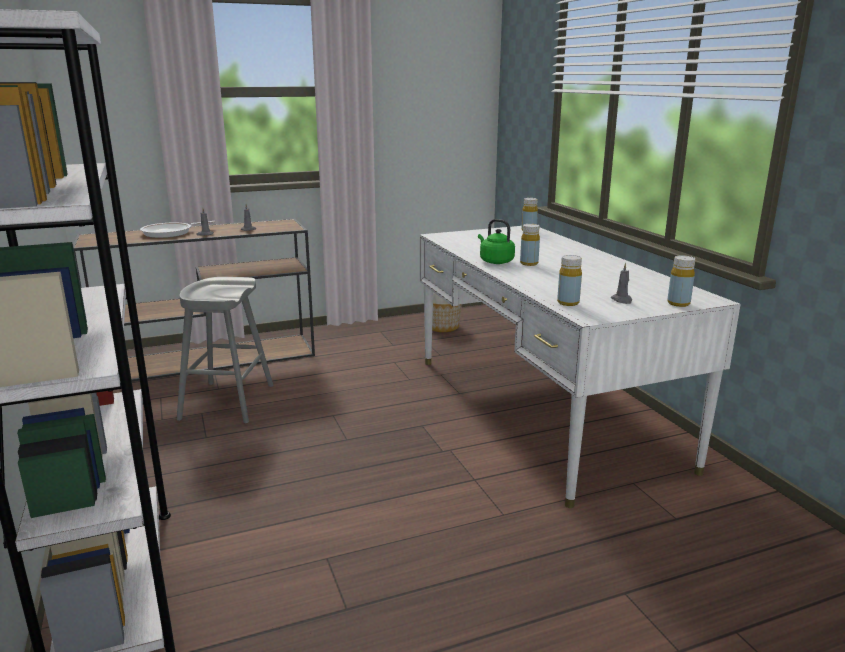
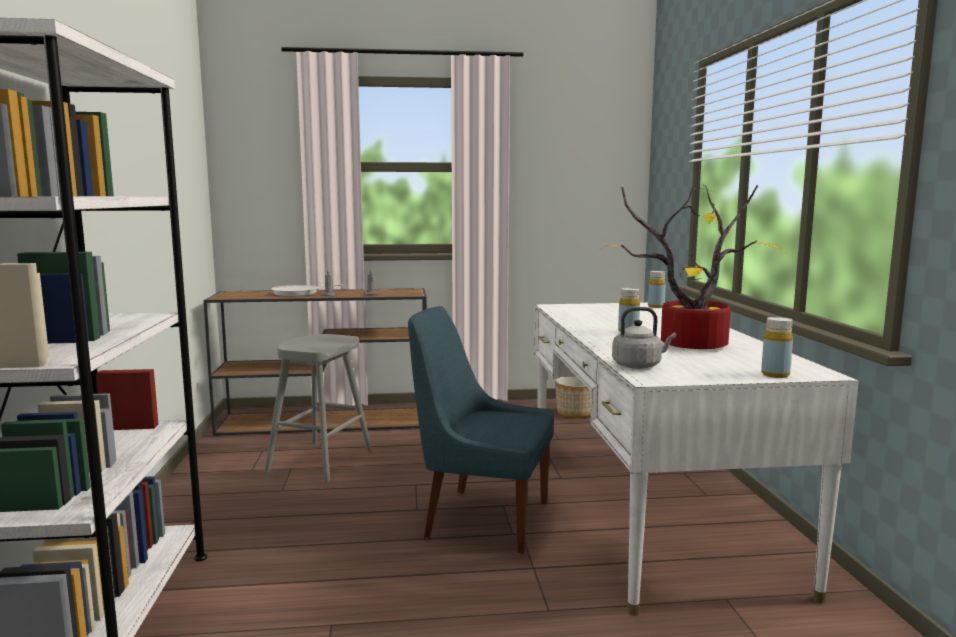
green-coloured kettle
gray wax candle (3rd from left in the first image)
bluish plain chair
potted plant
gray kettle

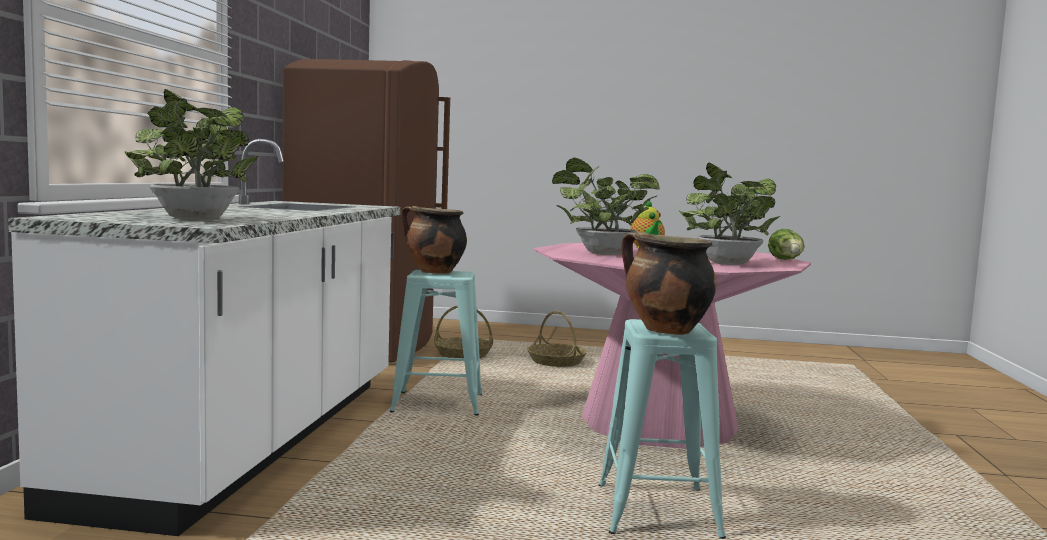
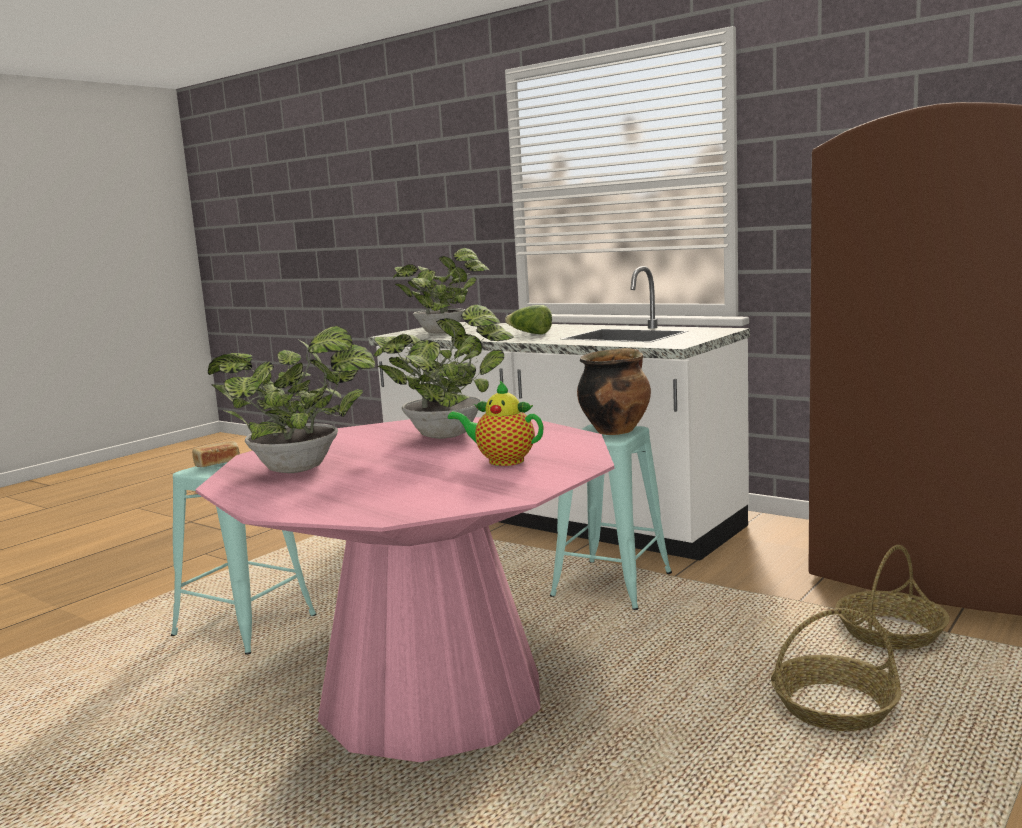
lettuce
bread

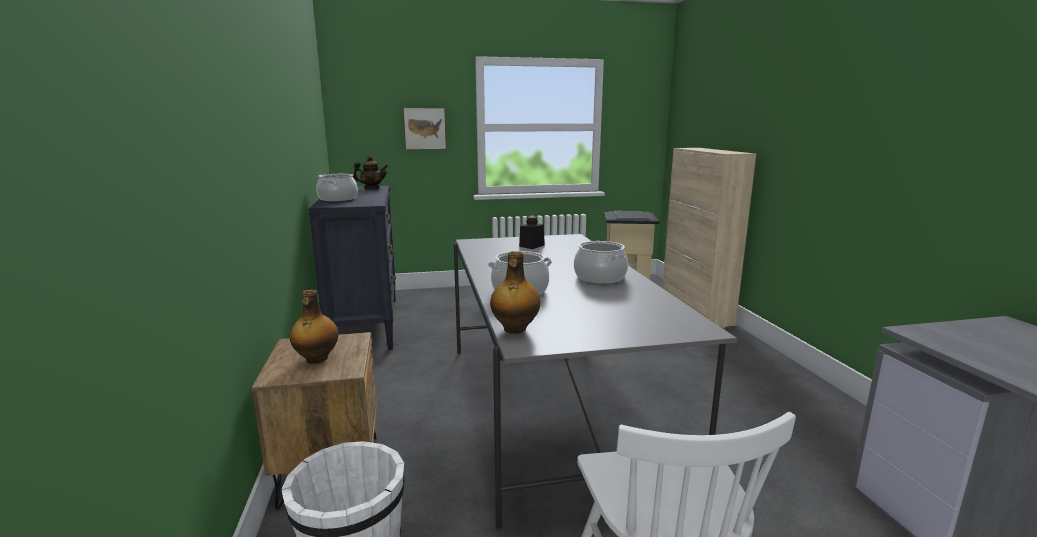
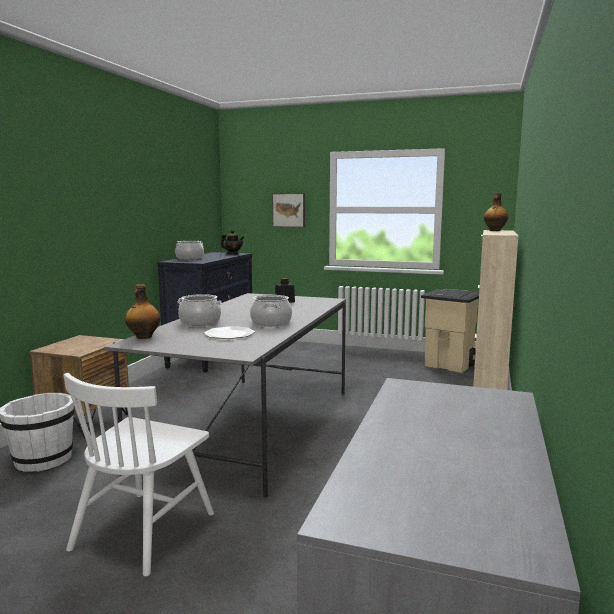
plate
bottle (2nd from left)

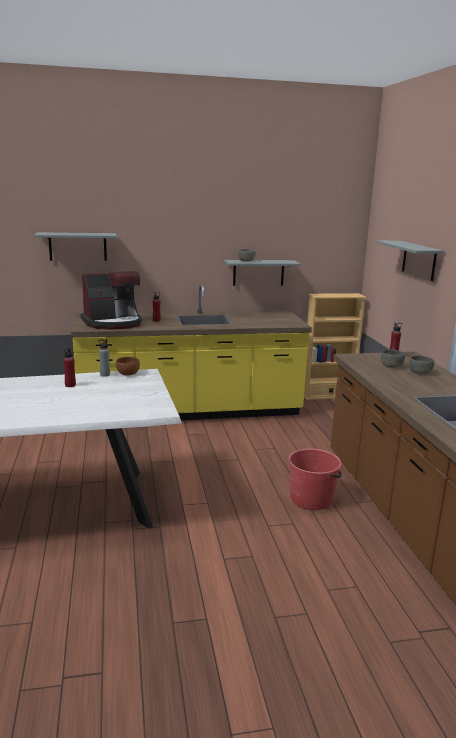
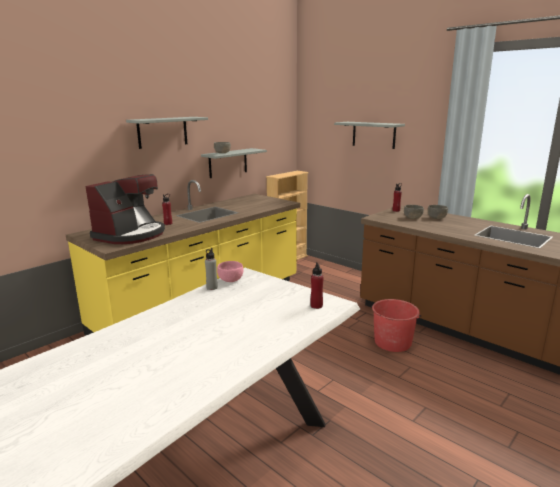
gray wall shelf (1st from left)
red bottle (2nd from left)
pinkish deep dish

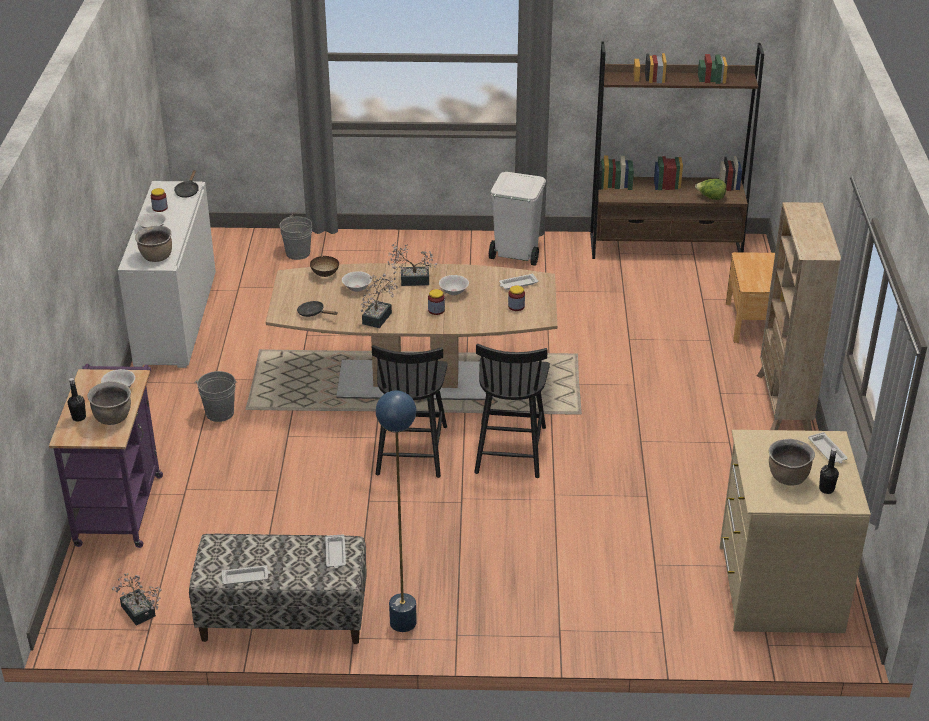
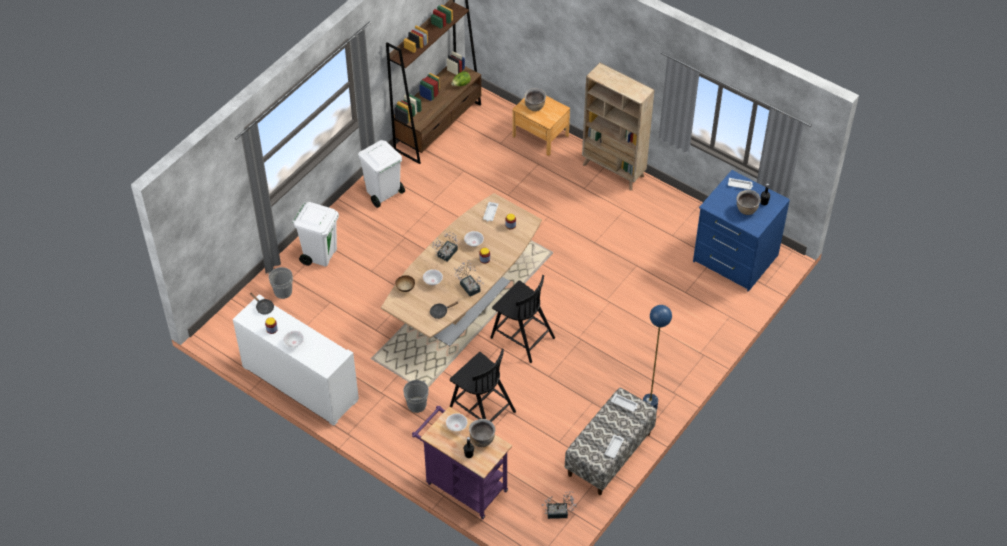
whitish trash can (1st from left)
brown-coloured saucepot (2nd from left)
black-coloured plain chair (1st from left)
bluish dresser

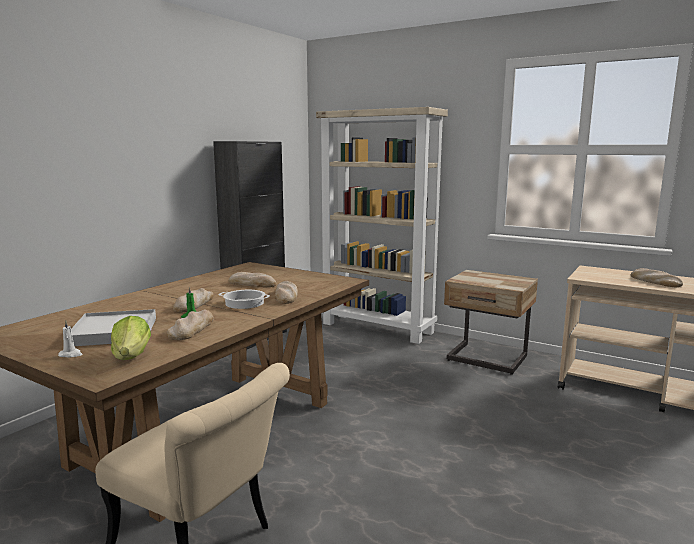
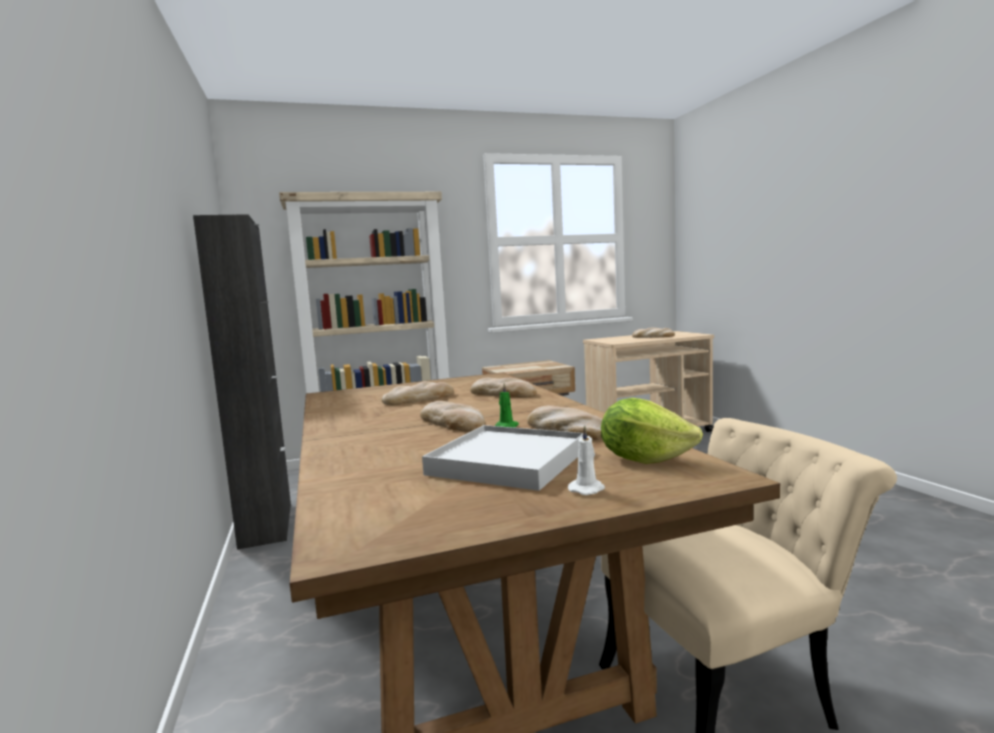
saucepot

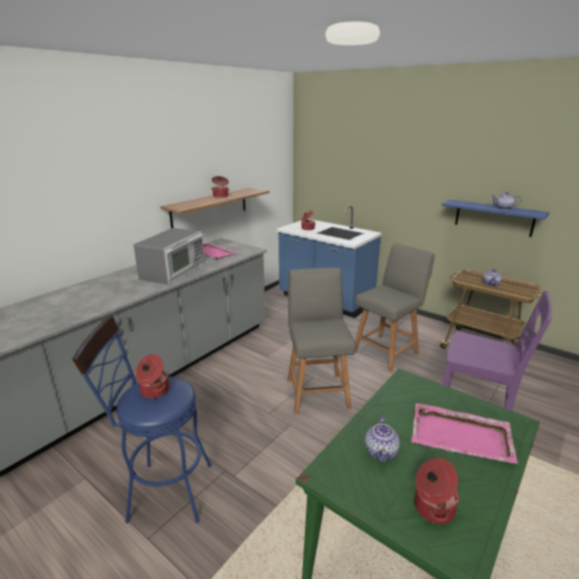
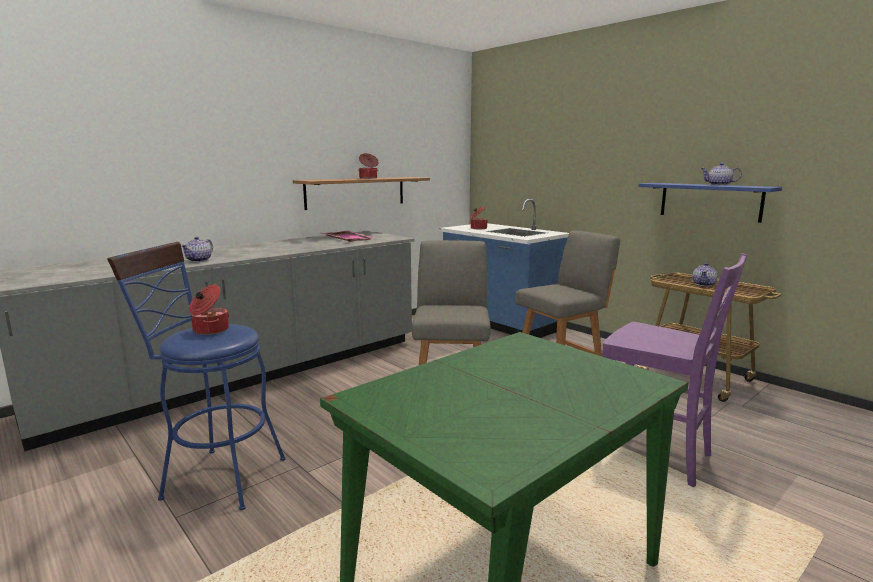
microwave oven
pinkish tray (2nd from left in the first image)
saucepot (4th from left in the first image)
pot for tea (1st from left)

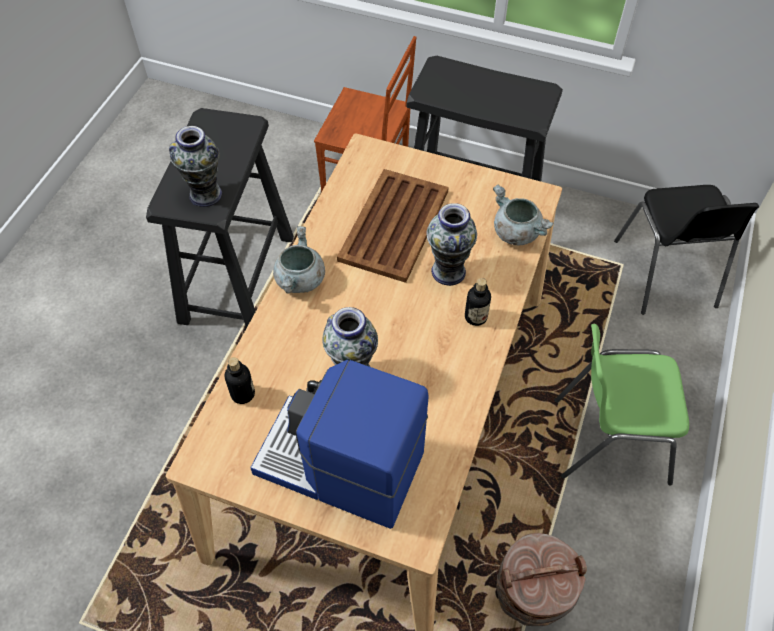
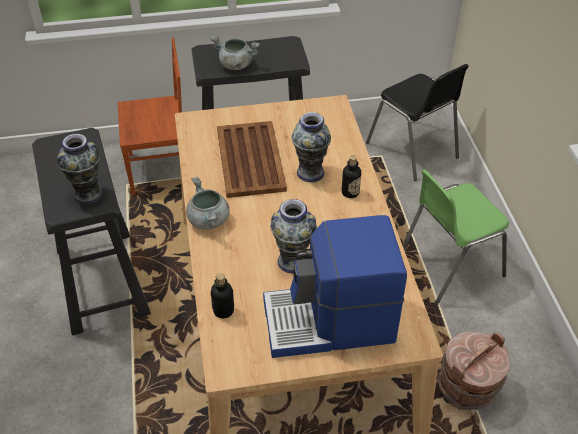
gray saucepot (2nd from left)

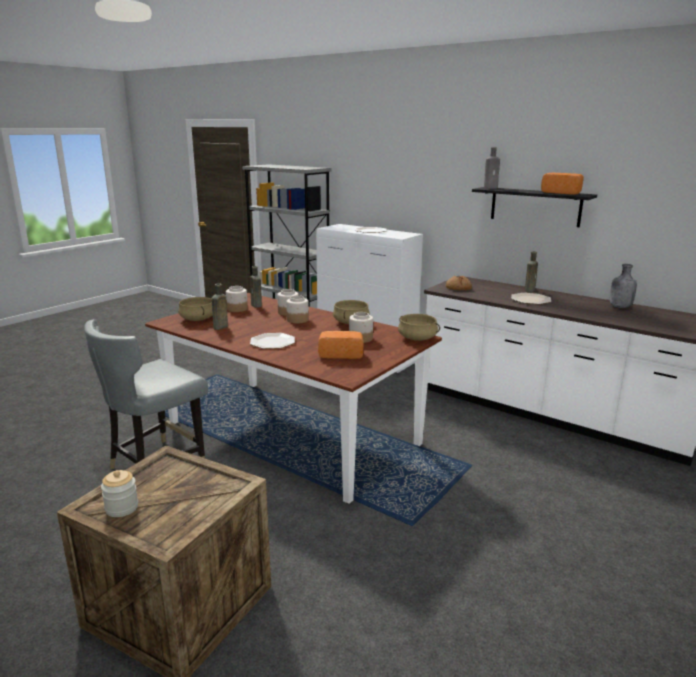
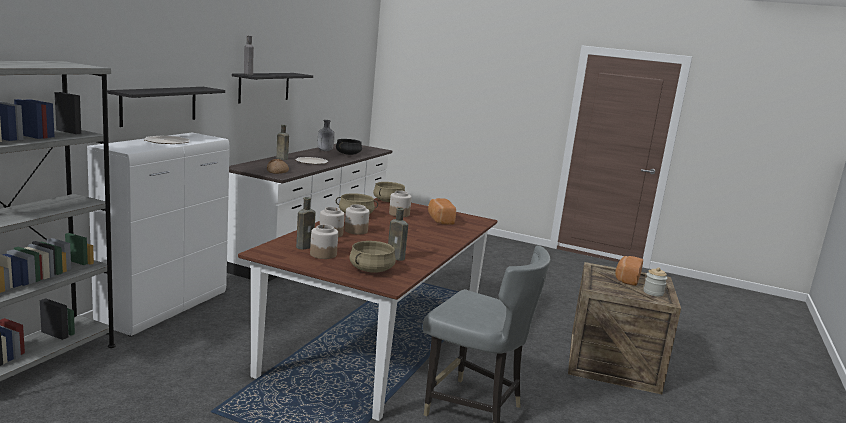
plate (1st from left in the first image)
black-coloured wall shelf (1st from left)
black-coloured saucepot
bread (3rd from left)

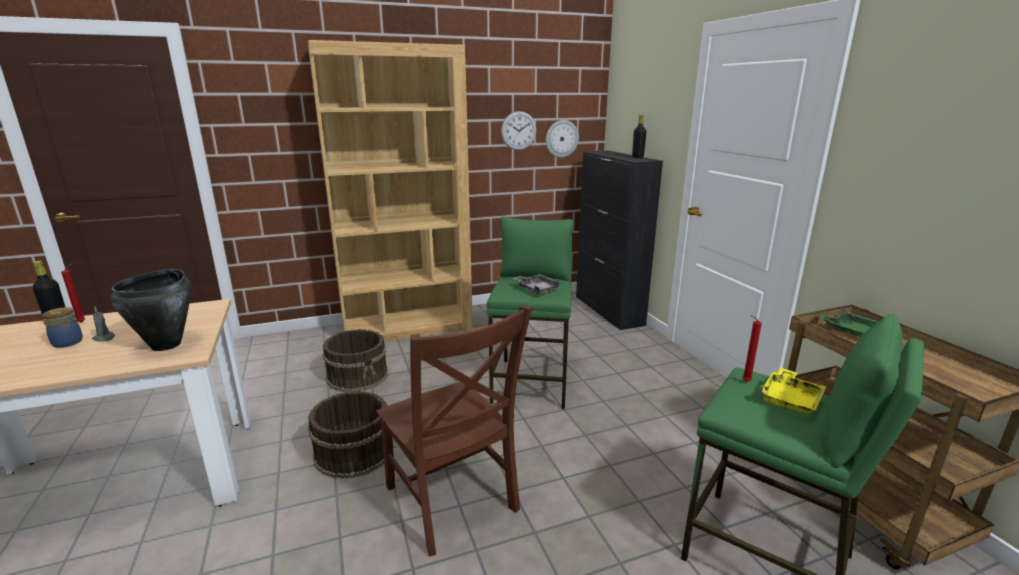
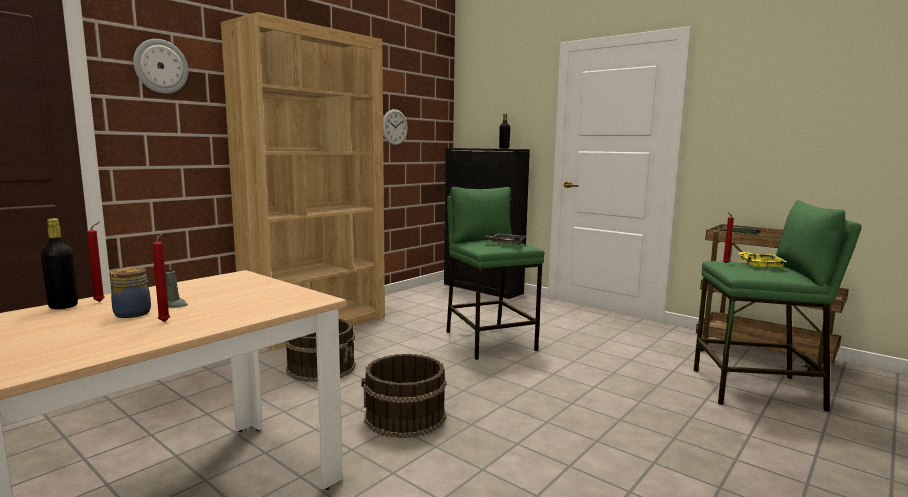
black-coloured saucepot
brown-coloured plain chair
red wax candle (2nd from left)
wall clock (1st from left)

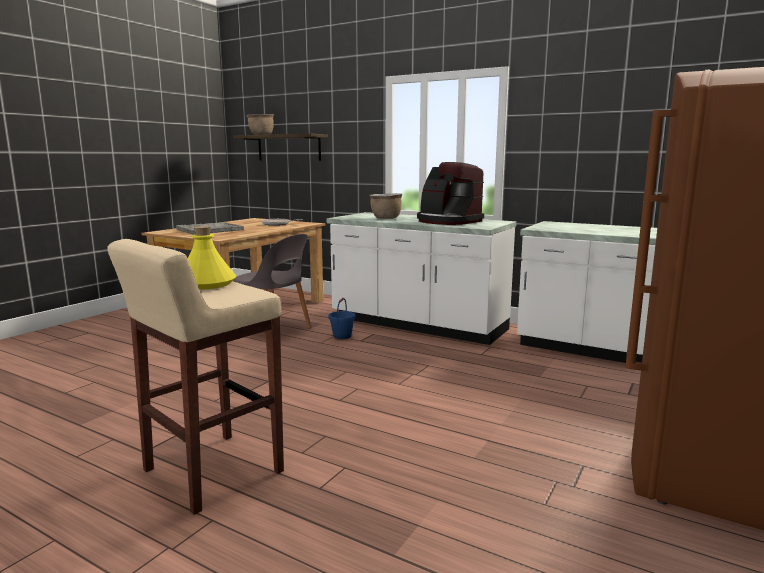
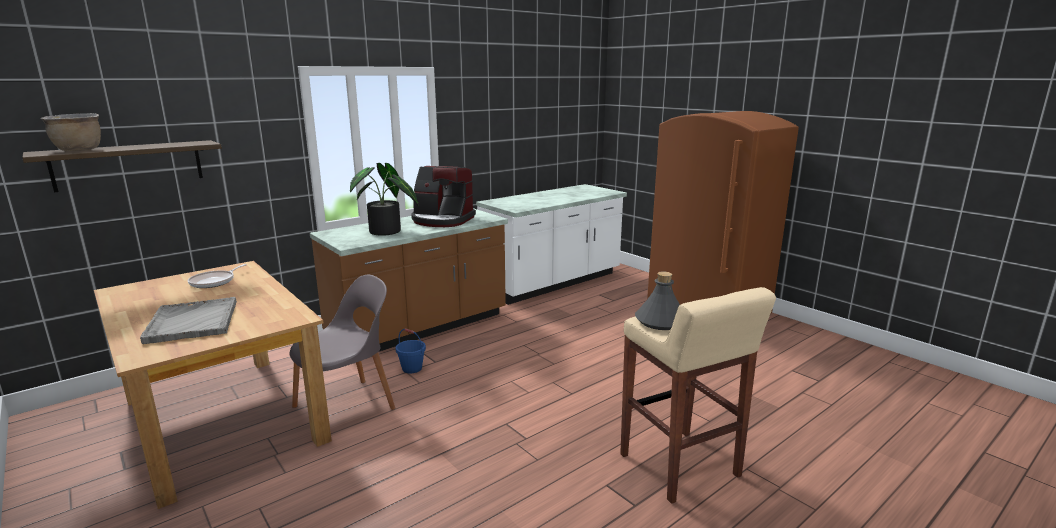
potted plant
gray bottle
brown-coloured kitchen base unit
coffee machine

